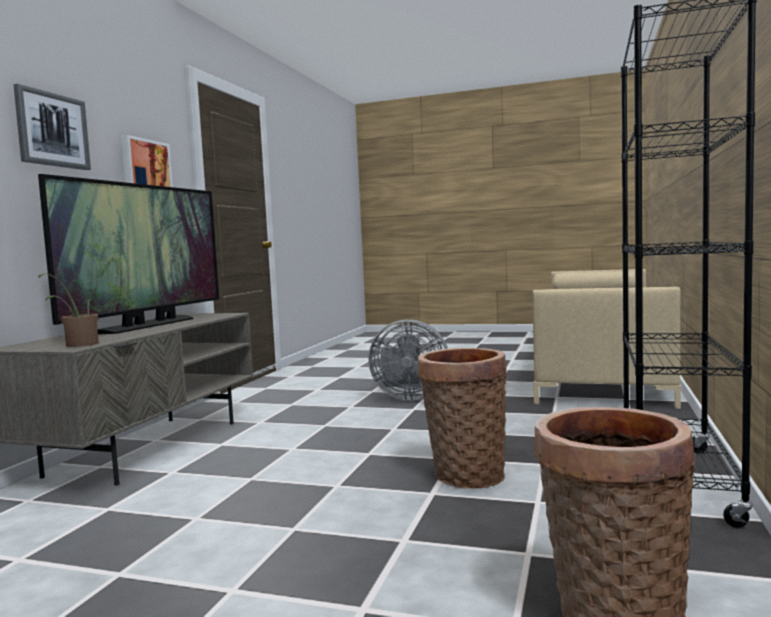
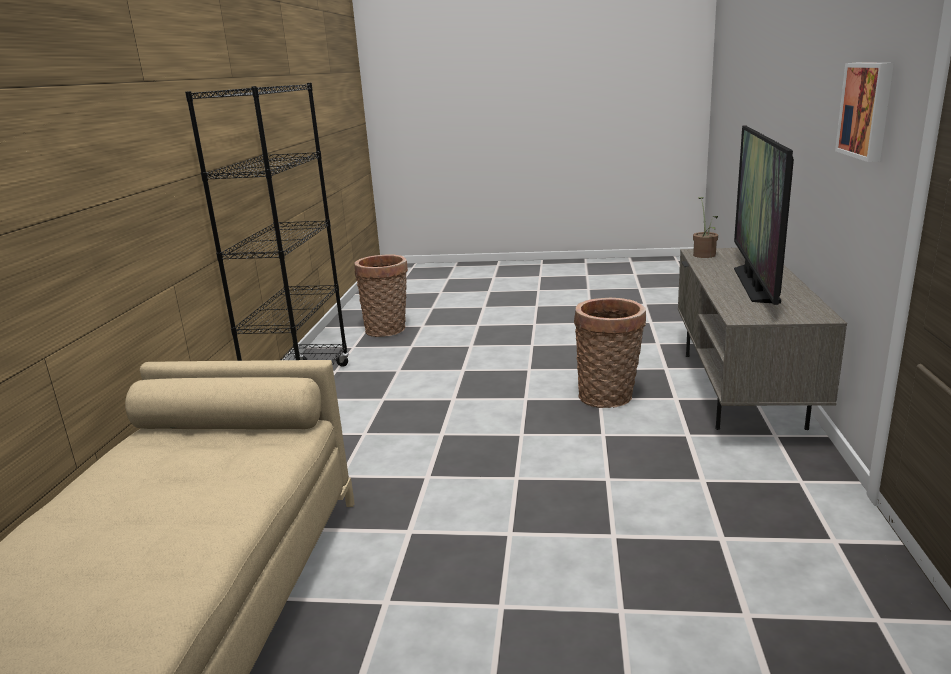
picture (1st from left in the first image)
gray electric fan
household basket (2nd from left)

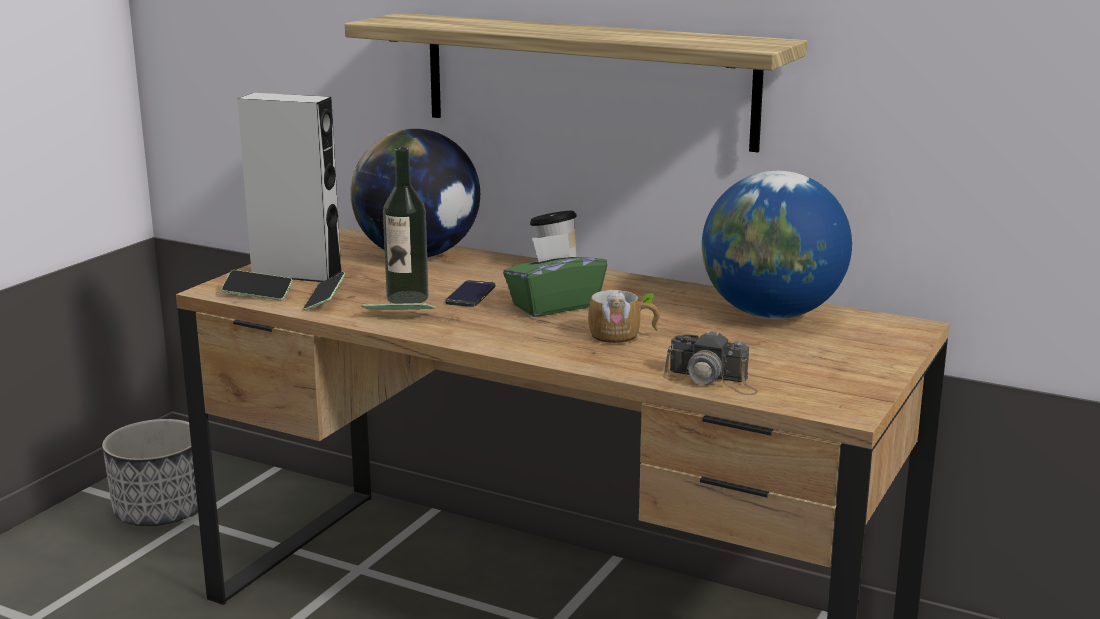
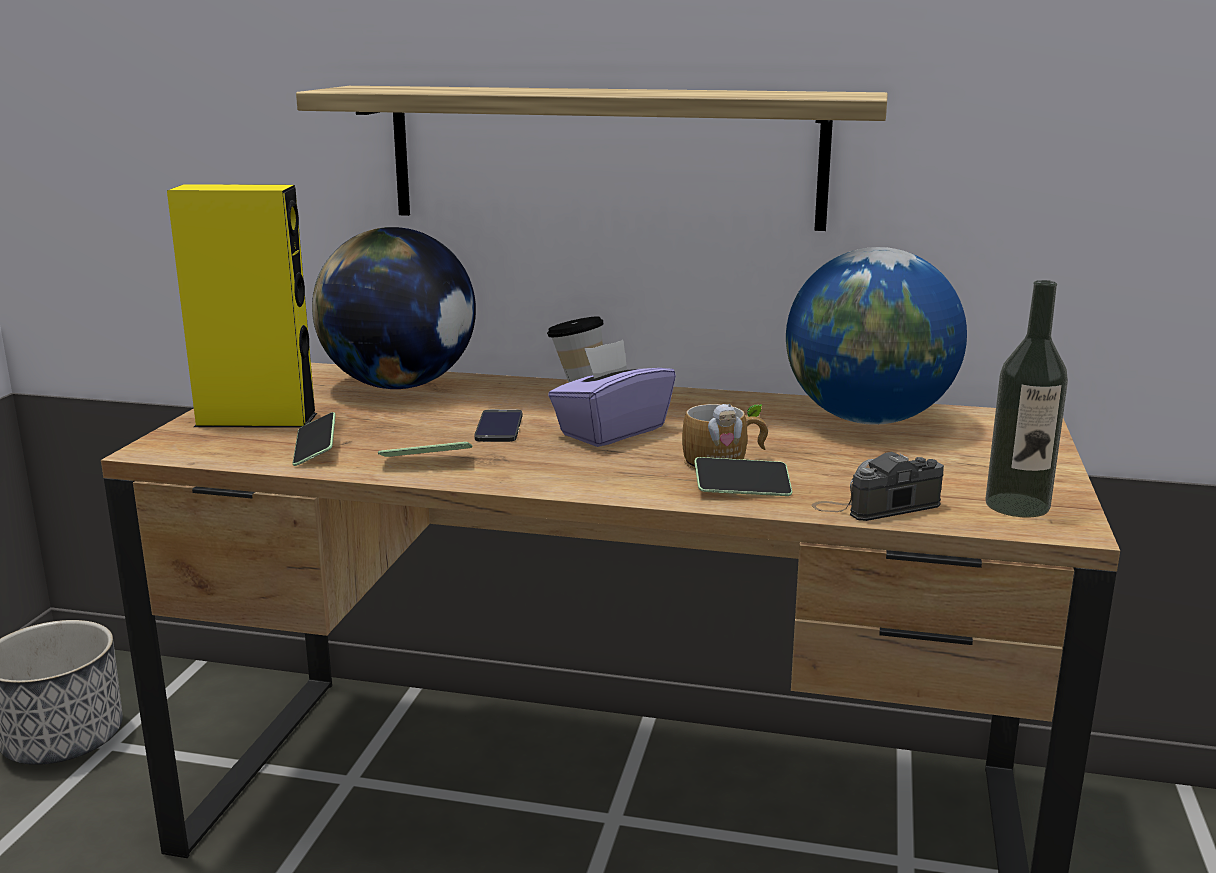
handset (4th from left)
bottle
yellowish speaker
purple tissue holder
photo camera

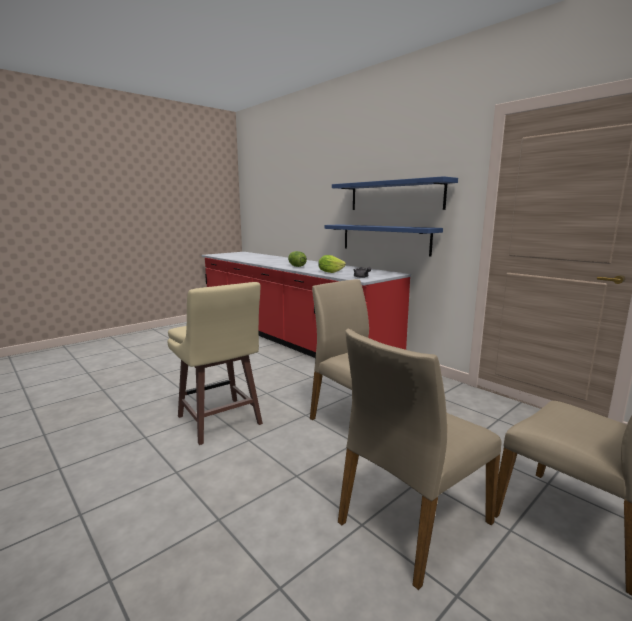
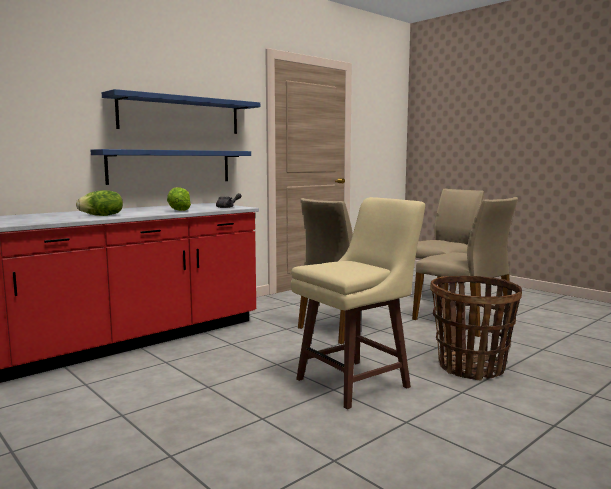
household basket

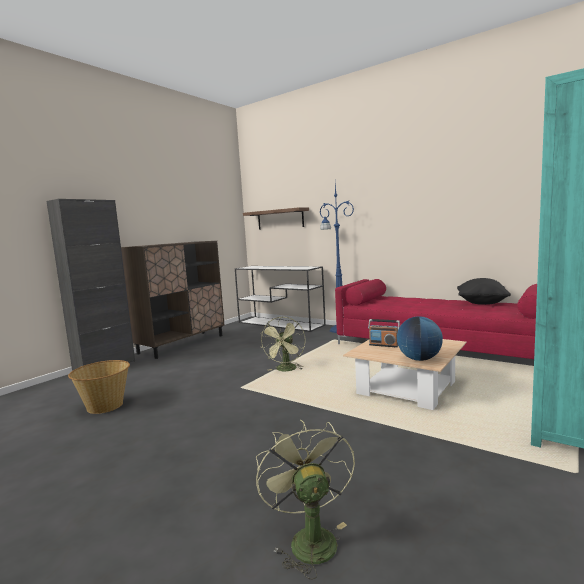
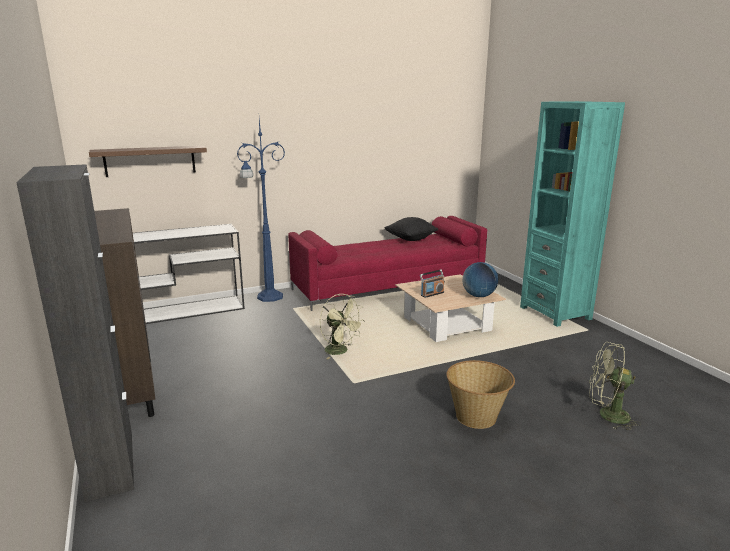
household basket

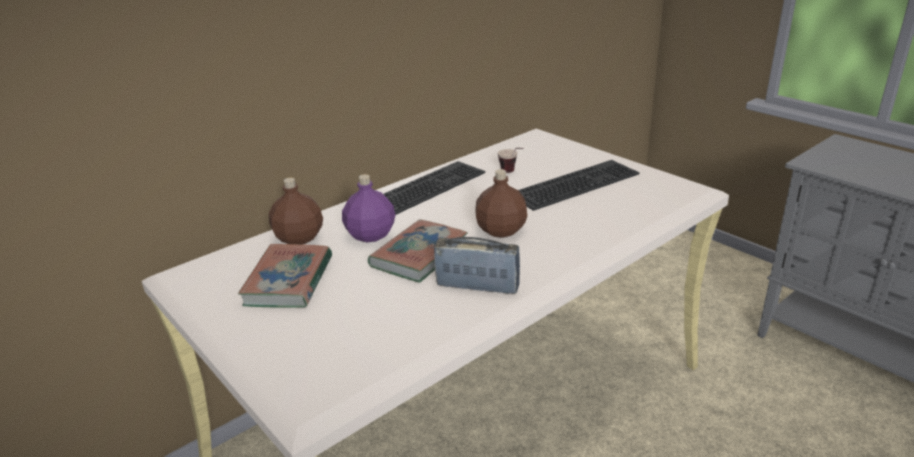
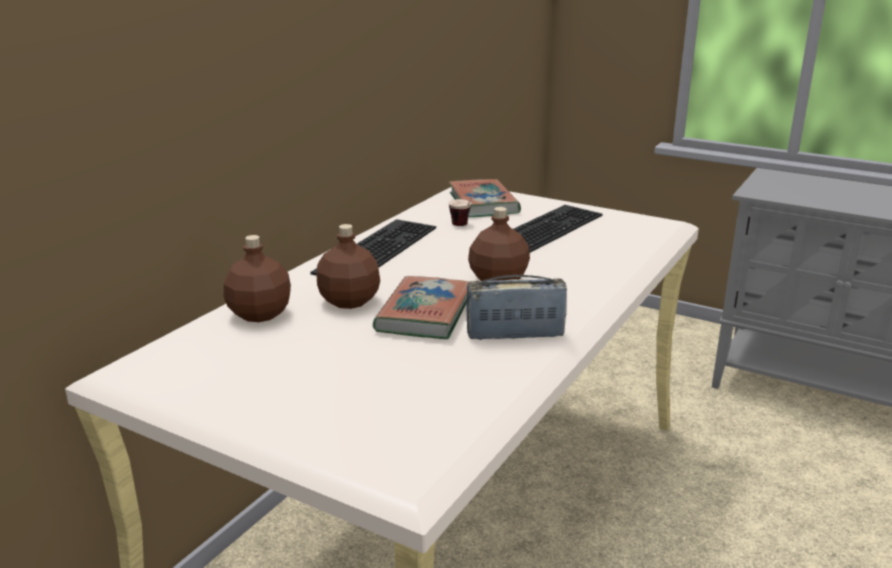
book (2nd from left)
brown-coloured bottle (2nd from left)

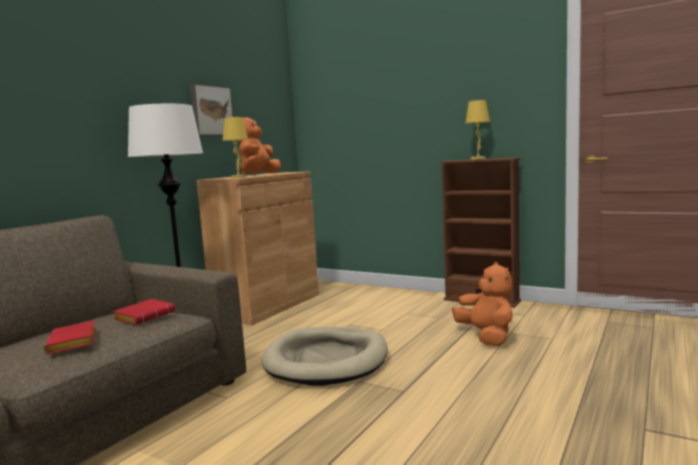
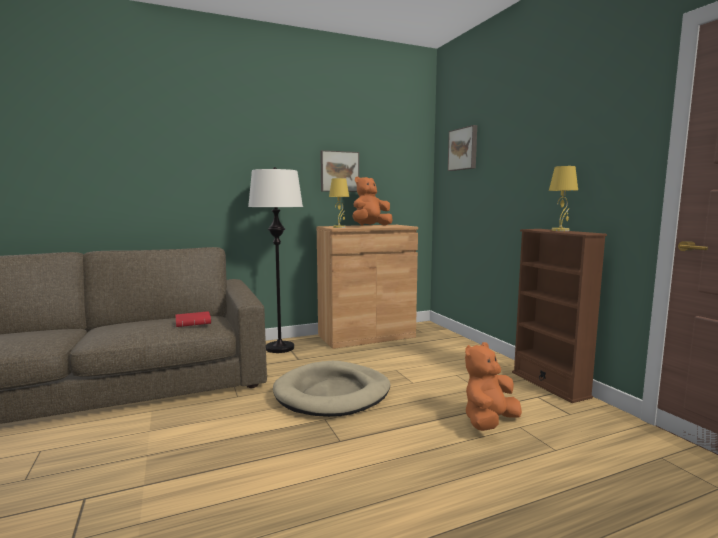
red book (1st from left in the first image)
picture (2nd from left)
orange-coloured cuddly toy (2nd from left)

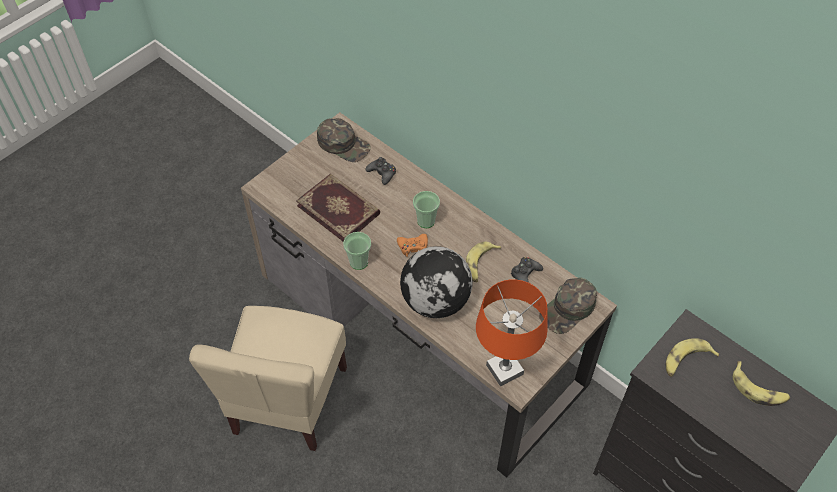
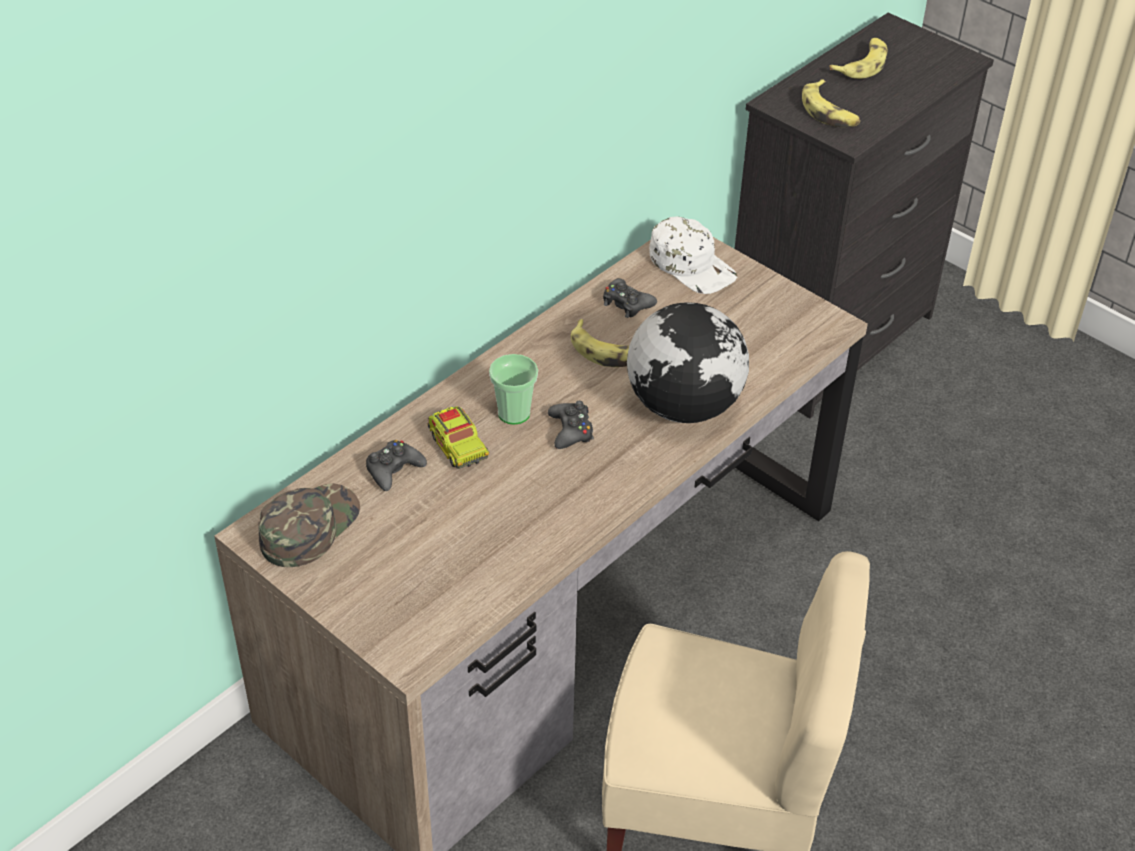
book
small cup (1st from left in the first image)
orange-coloured table lamp
model truck
black-coloured joypad (2nd from left)
whitish peaked cap

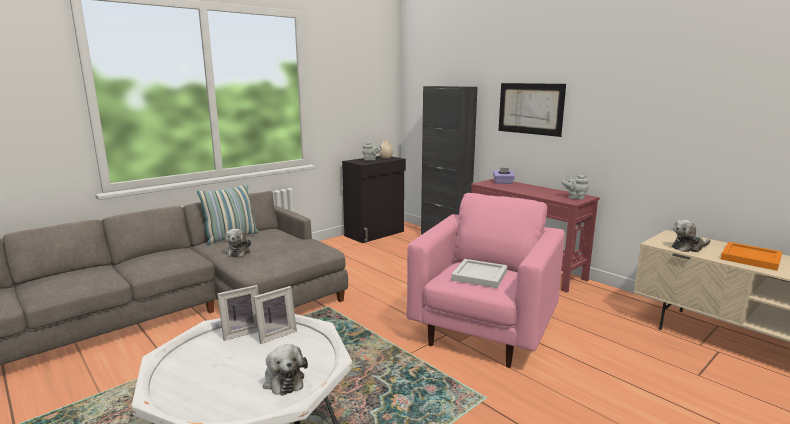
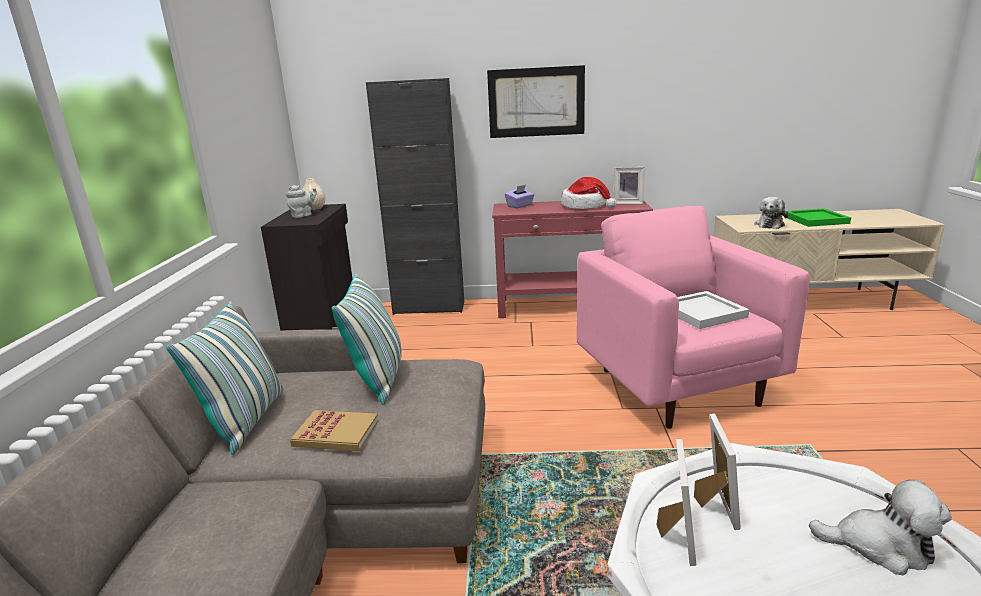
throw pillow (2nd from left)
clothing hat
book
standing frame (1st from left)
green-coloured tray

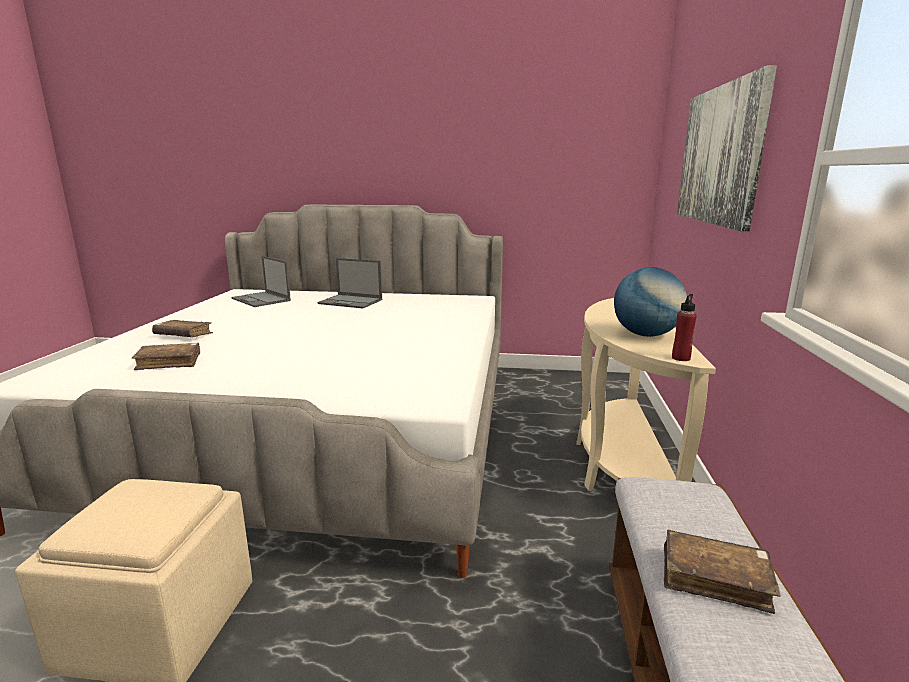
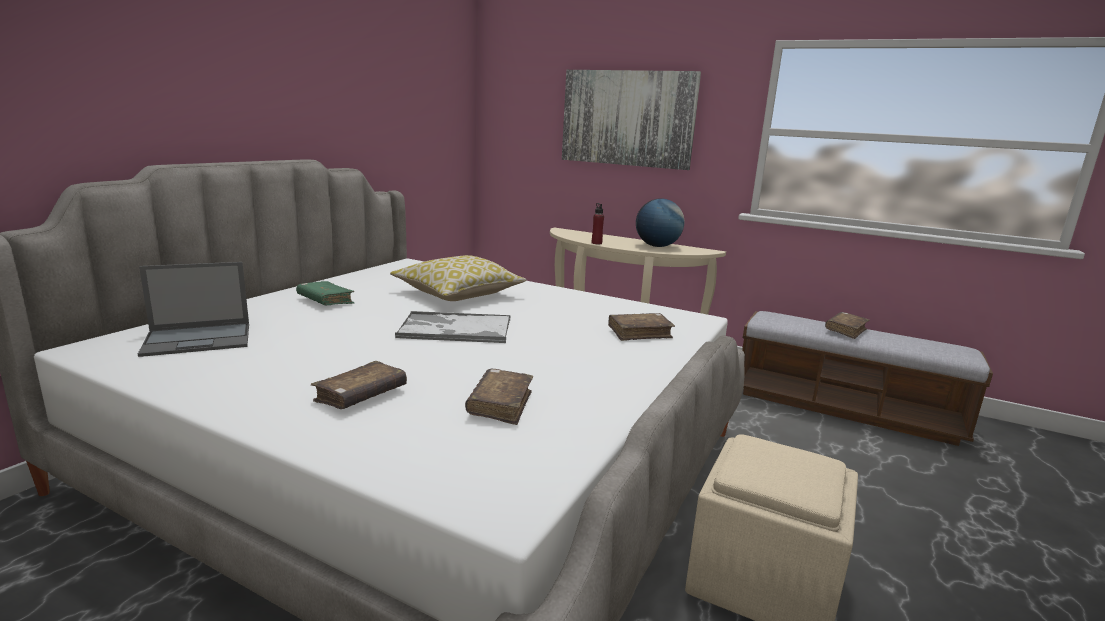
throw pillow
tray
brown-coloured book (3rd from left)
red bottle
green-coloured book

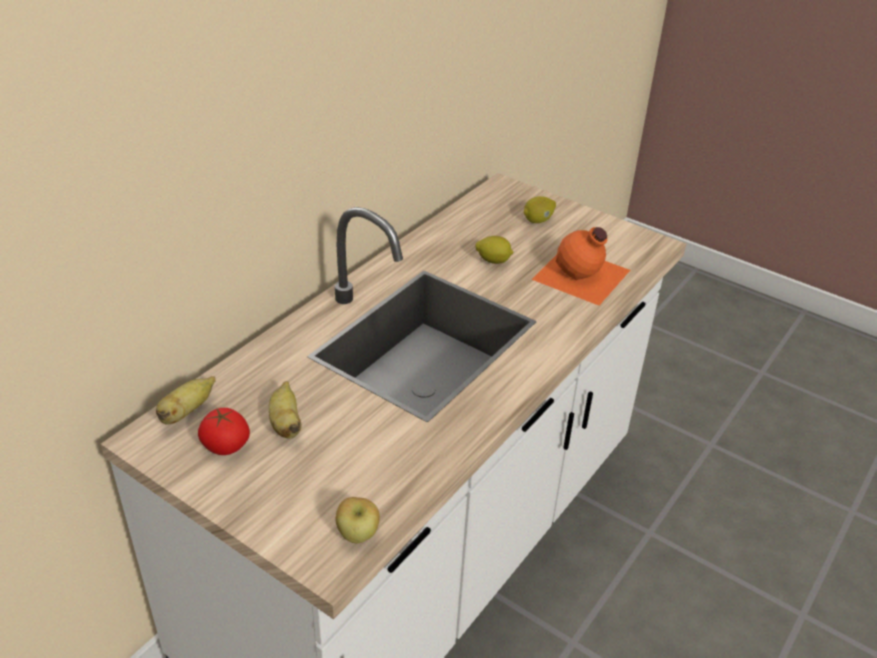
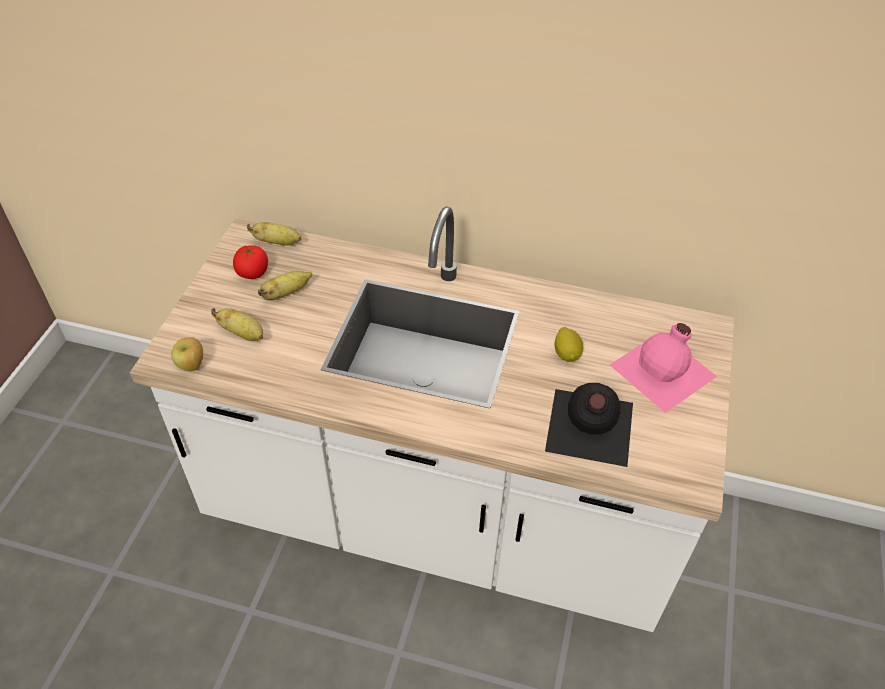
whole banana (1st from left)
pinkish bottle
black-coloured bottle

